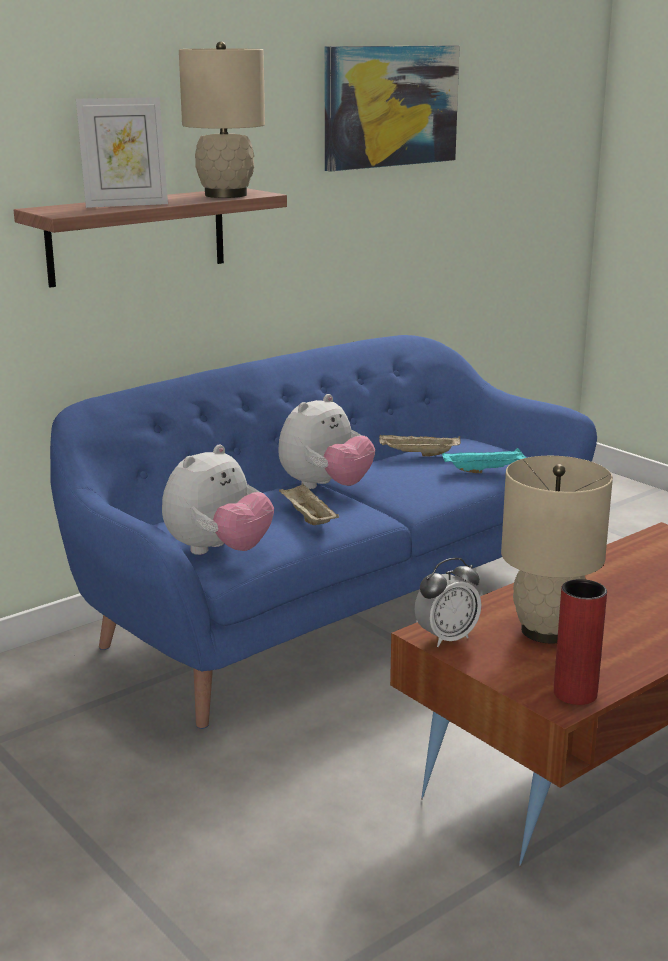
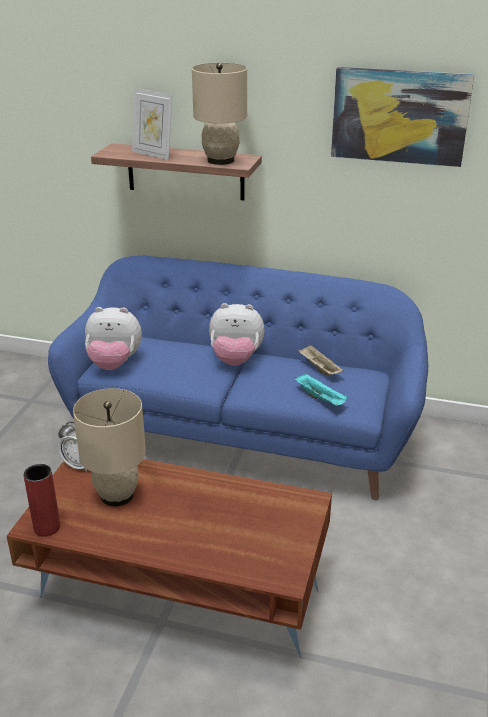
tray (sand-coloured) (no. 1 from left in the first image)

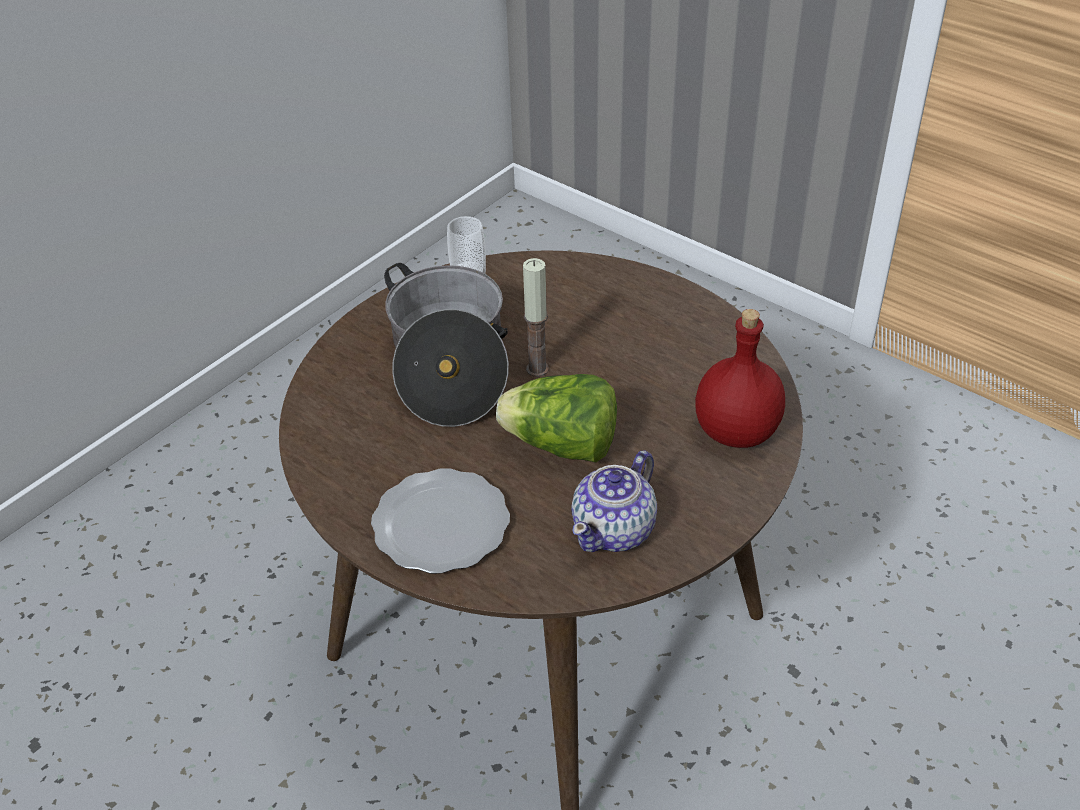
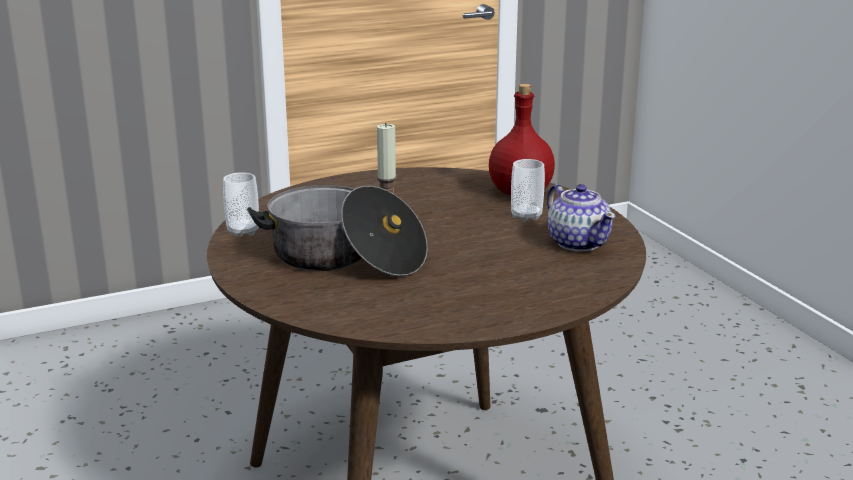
dinner plate
lettuce head
cup (no. 2 from left)

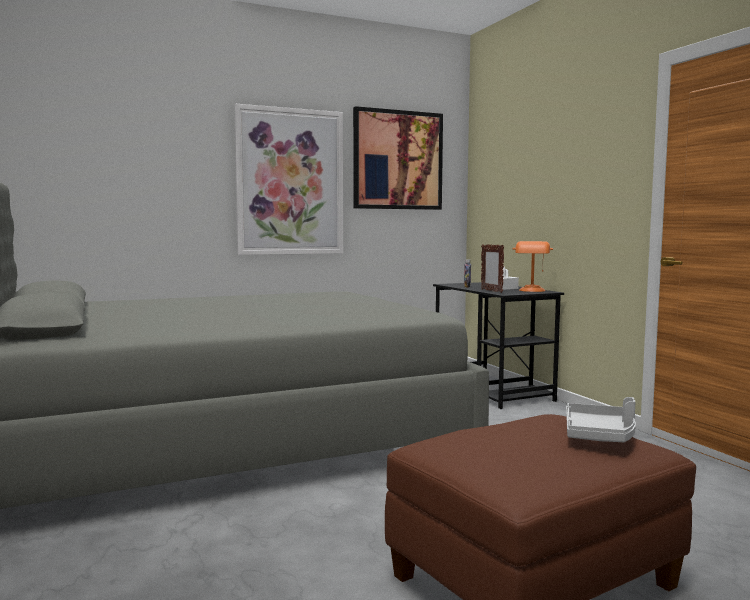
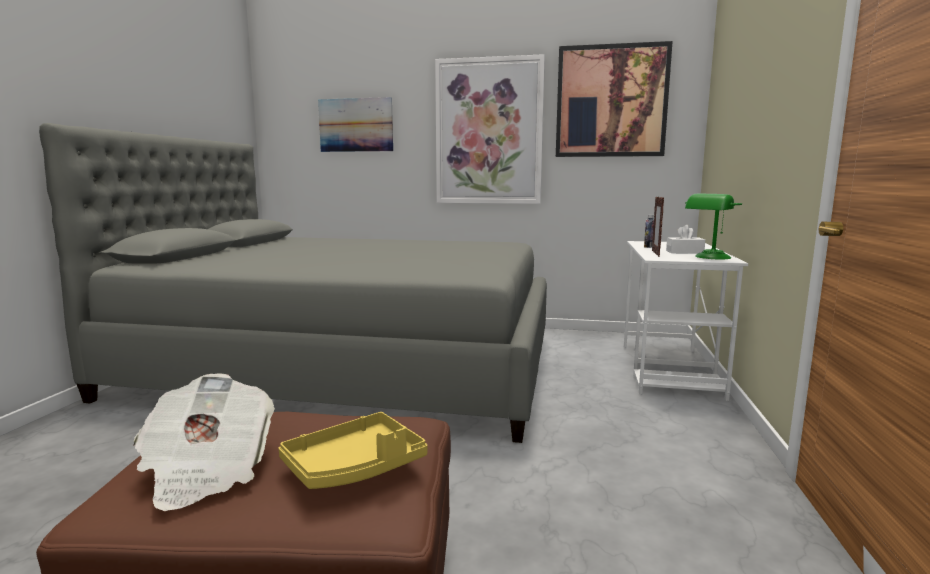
newspaper
wall art (no. 1 from left)
desk (whitish)
lamp for a table (greenish)
tray (yellowish)

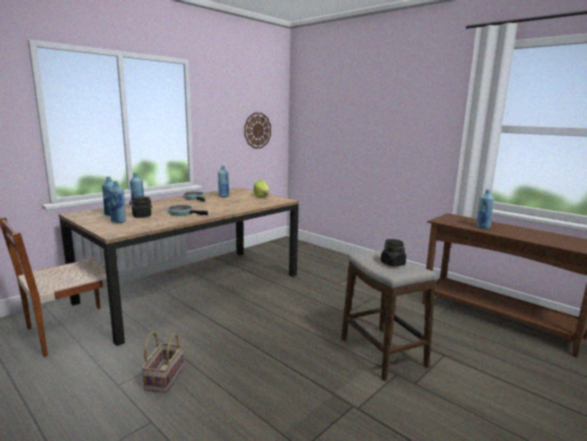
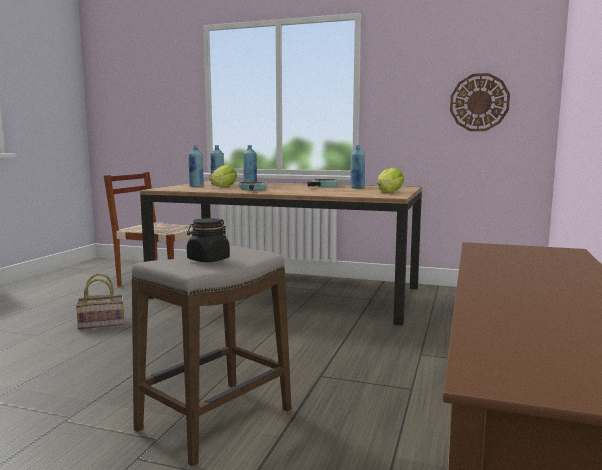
drink bottle (bluish) (no. 5 from left in the first image)
lettuce head (no. 1 from left)

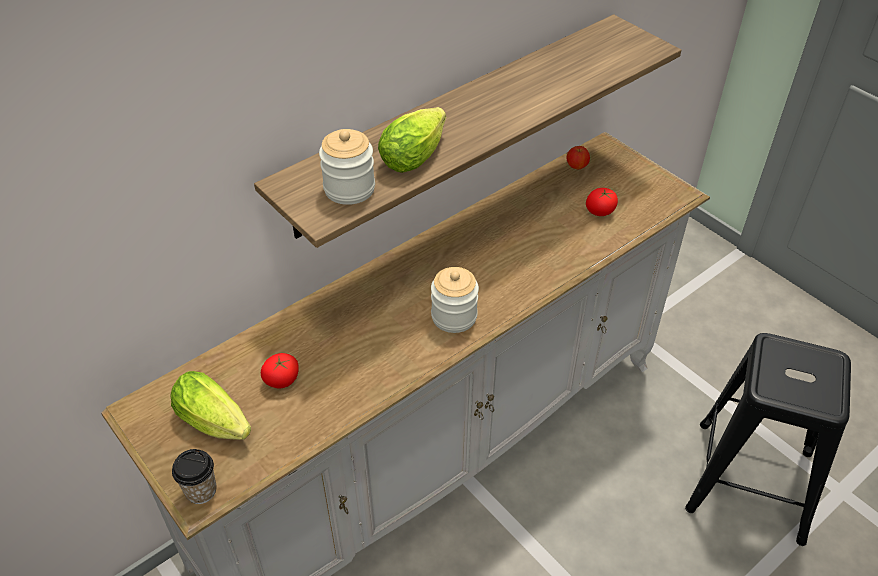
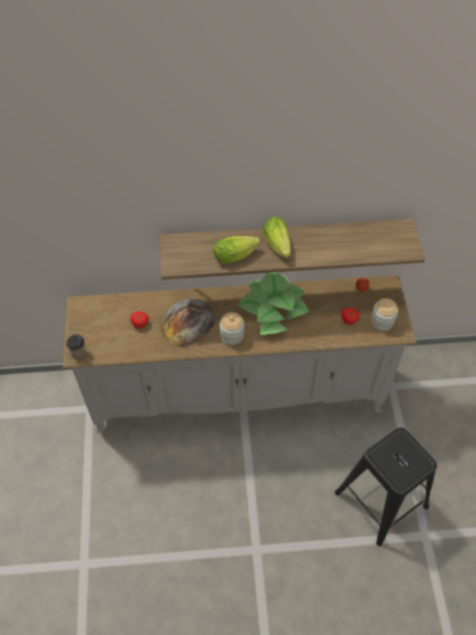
bakery bread
plant in a pot
lettuce head (no. 2 from left)
jar (no. 2 from left)

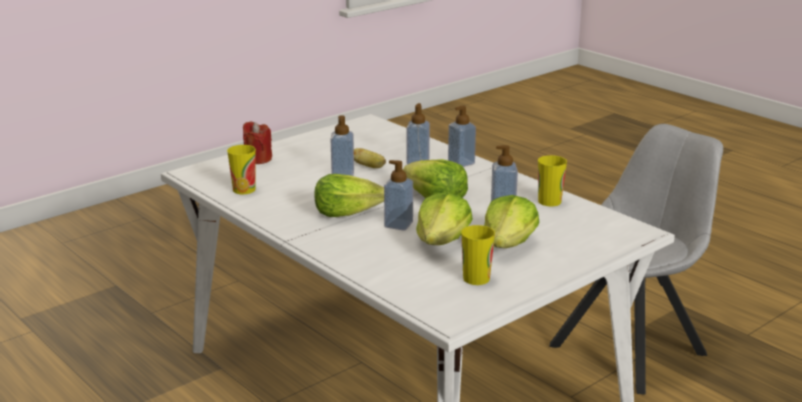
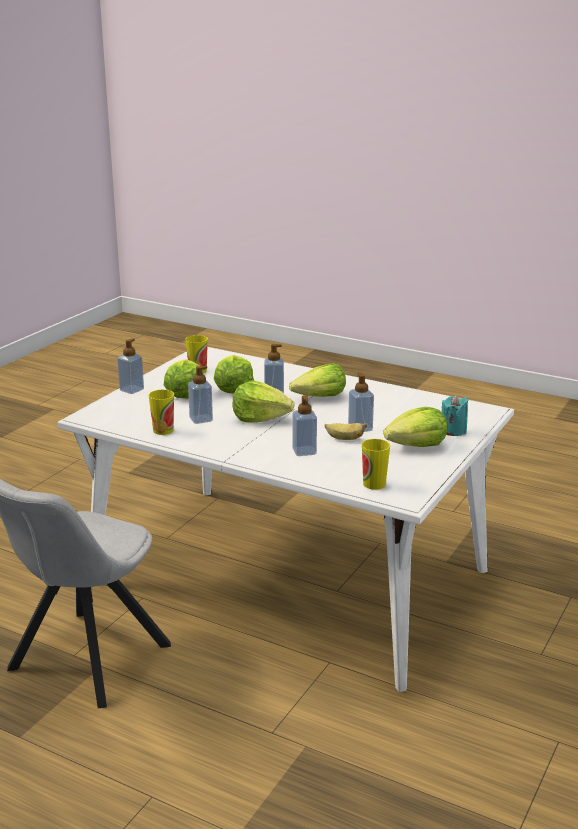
lettuce head (no. 5 from left)
cup (no. 3 from left)
soap bottle (no. 1 from left)
wax light (blue-green)

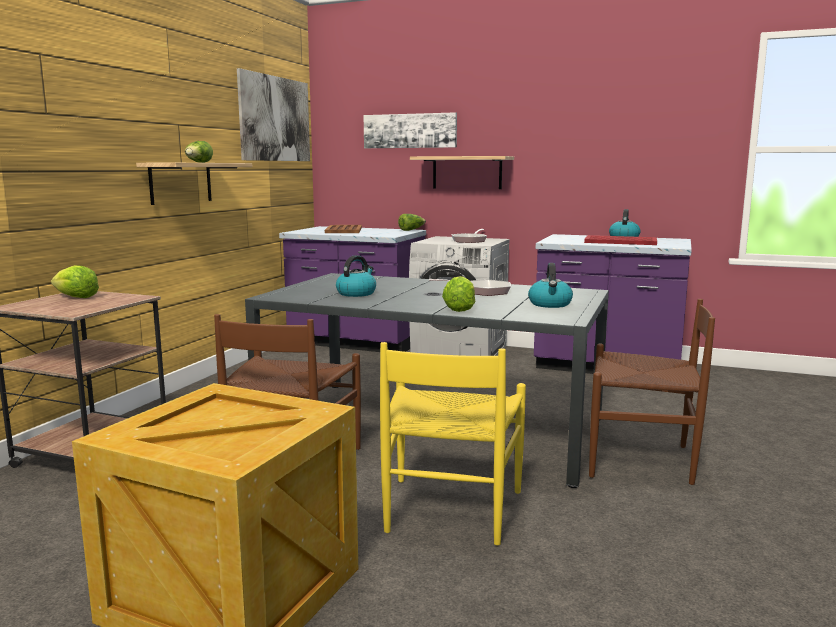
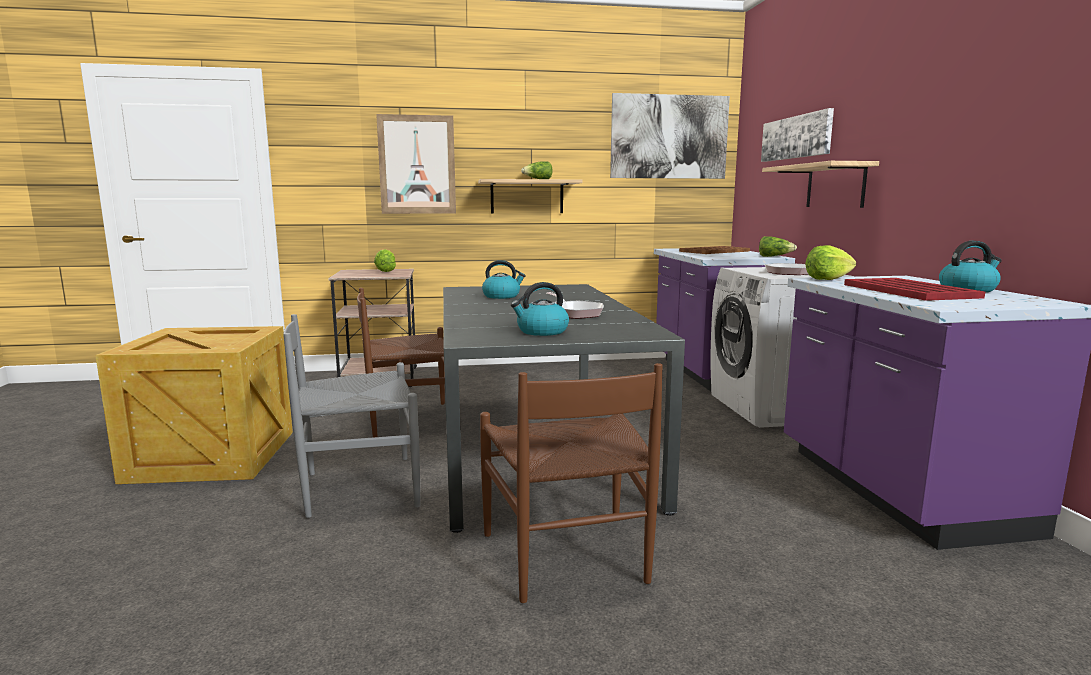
wall art (no. 1 from left)
lettuce head (no. 4 from left)
upright chair (grey)

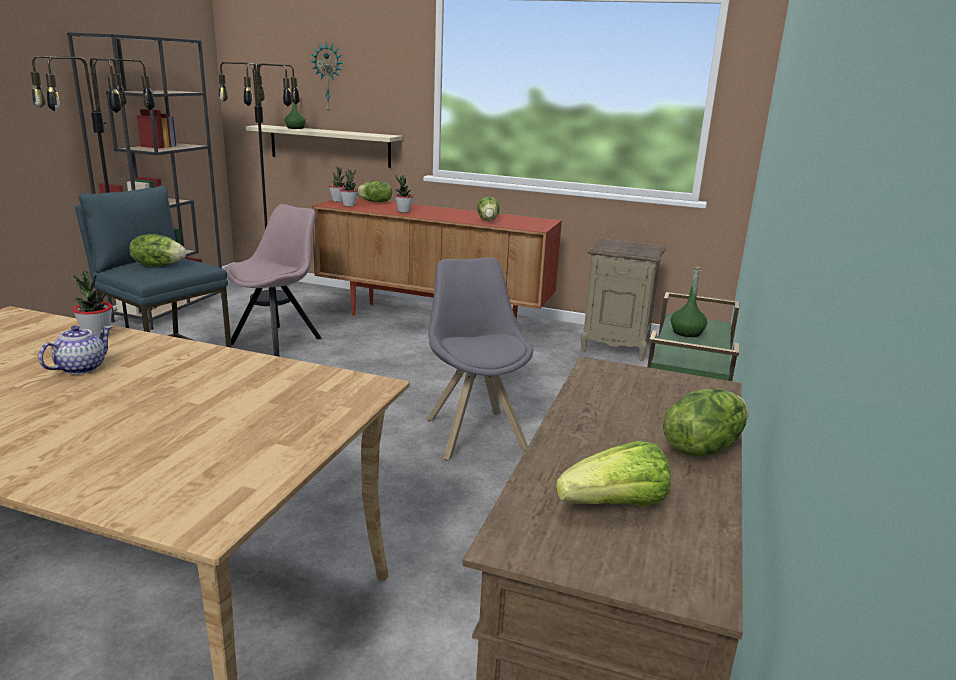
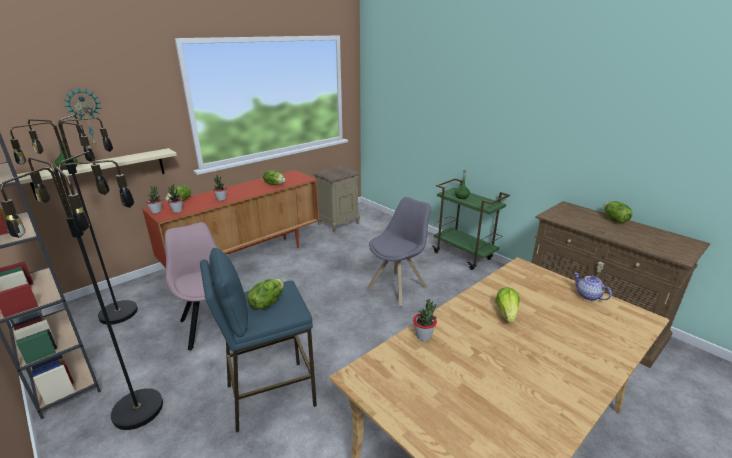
pot for tea
lettuce head (no. 4 from left)
upright chair (grey)

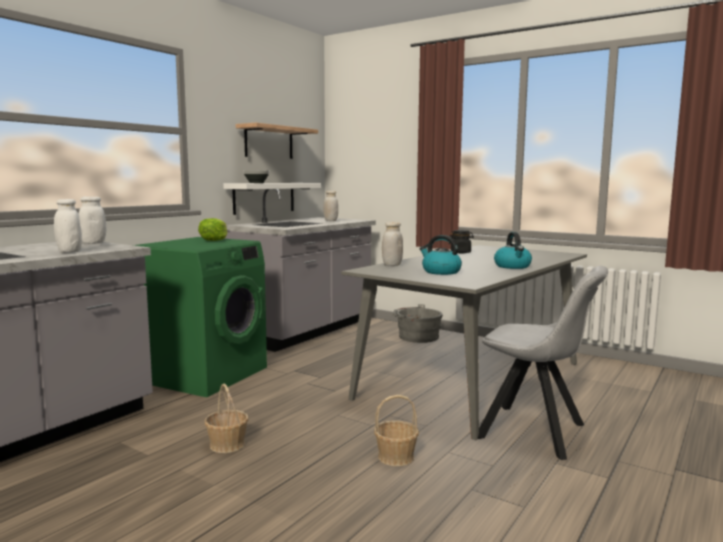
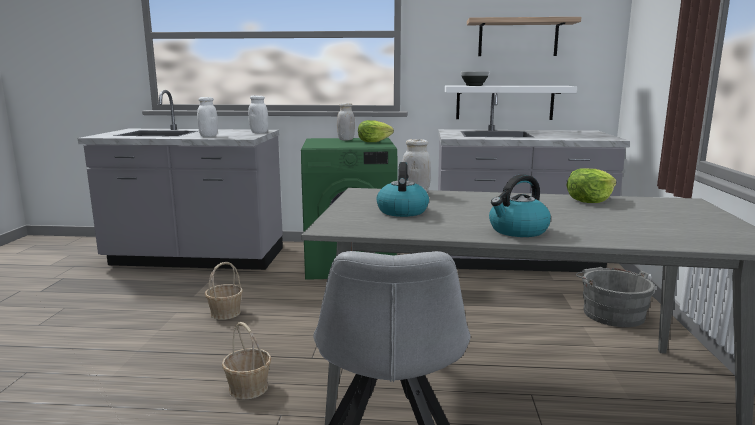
jar (whitish) (no. 3 from left)
lettuce head (no. 2 from left)

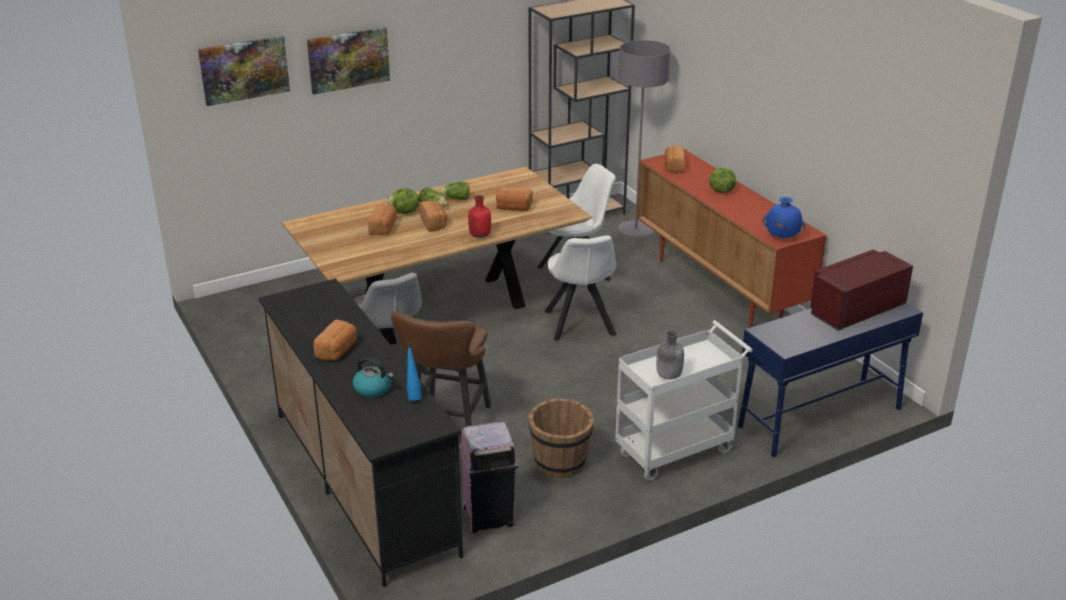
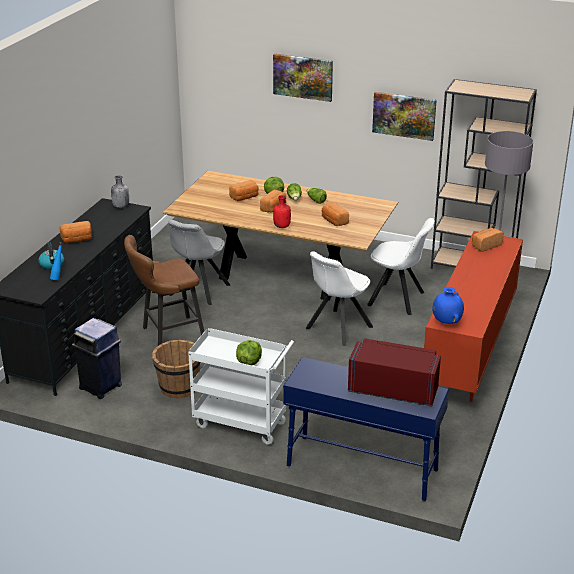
wall art (no. 2 from left)
drink bottle (grey)
lettuce head (no. 1 from left)
waste bin (bluish)

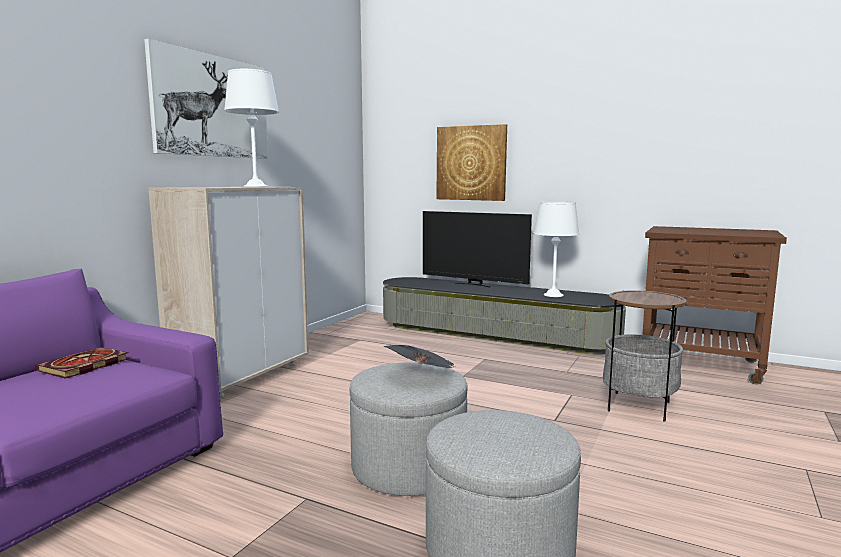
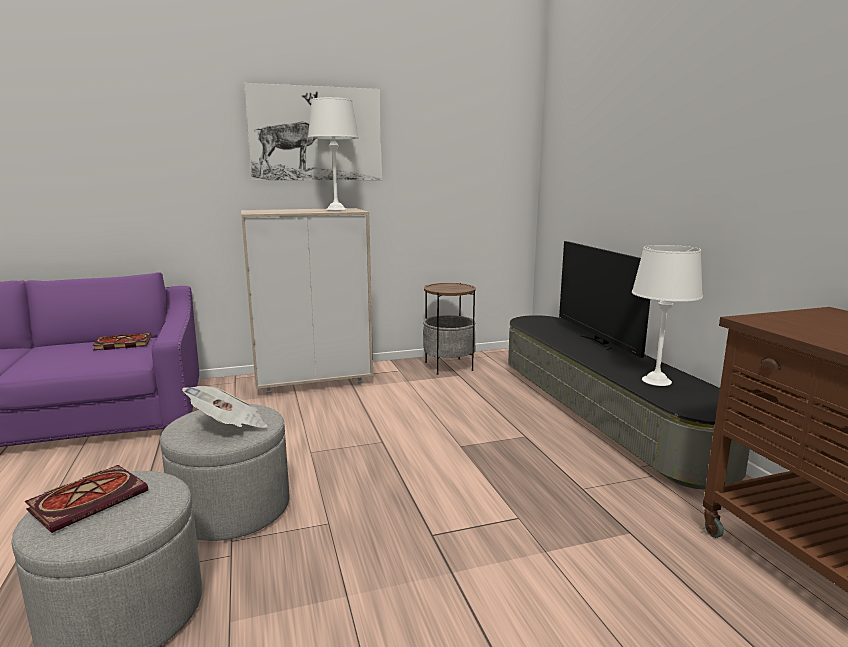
wall art (no. 2 from left in the first image)
book (no. 1 from left)
accent table

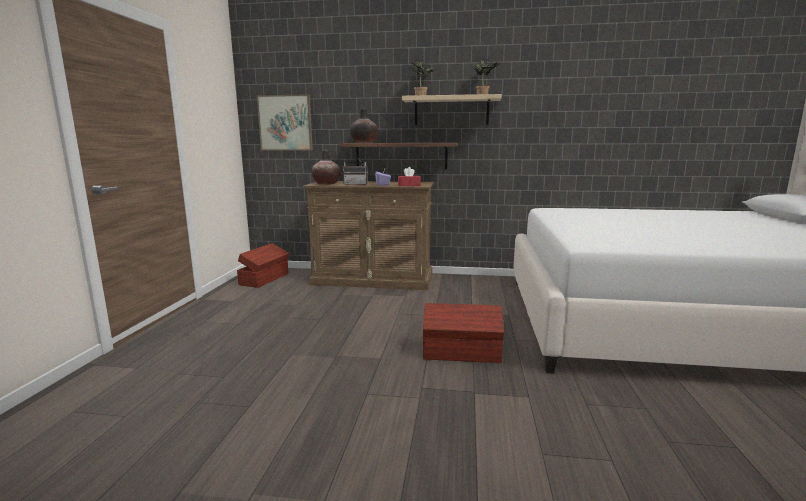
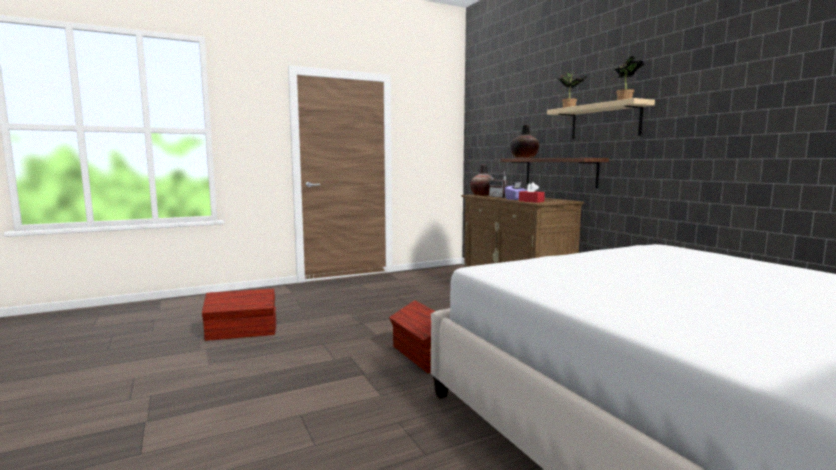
wall art
storage bin (brown) (no. 1 from left)

